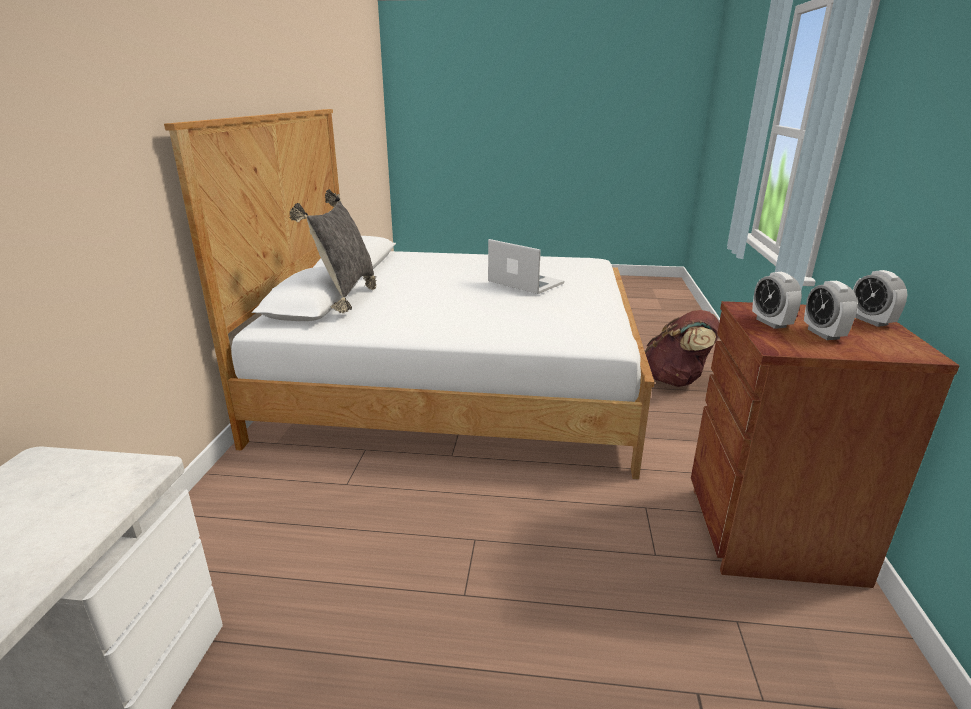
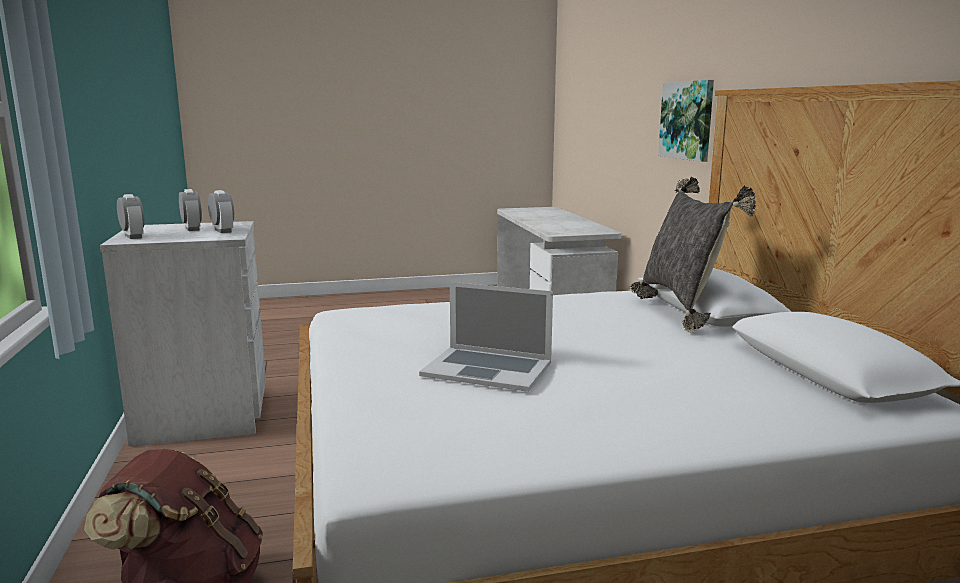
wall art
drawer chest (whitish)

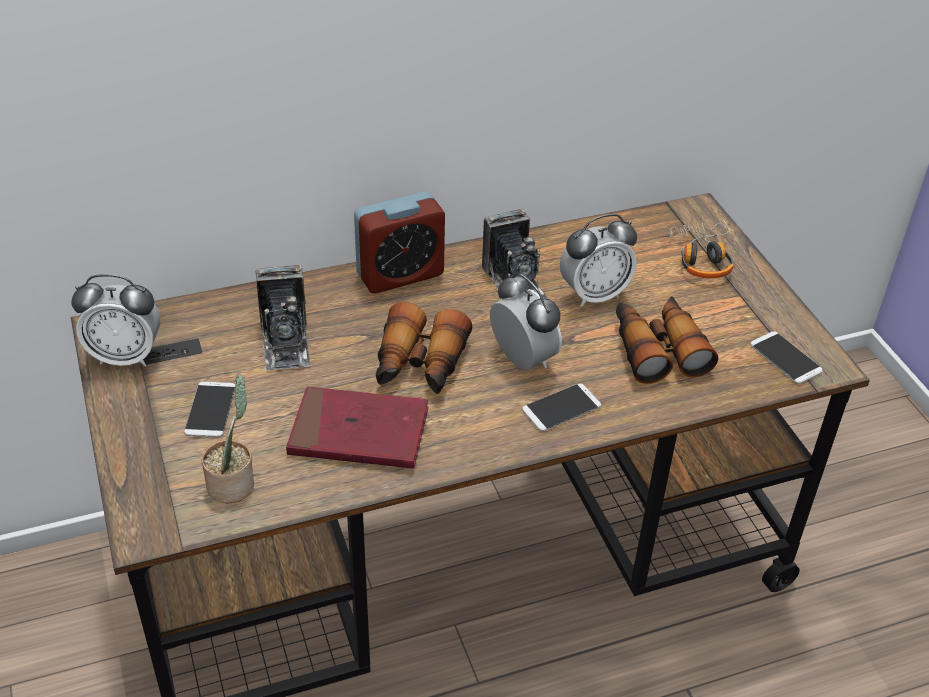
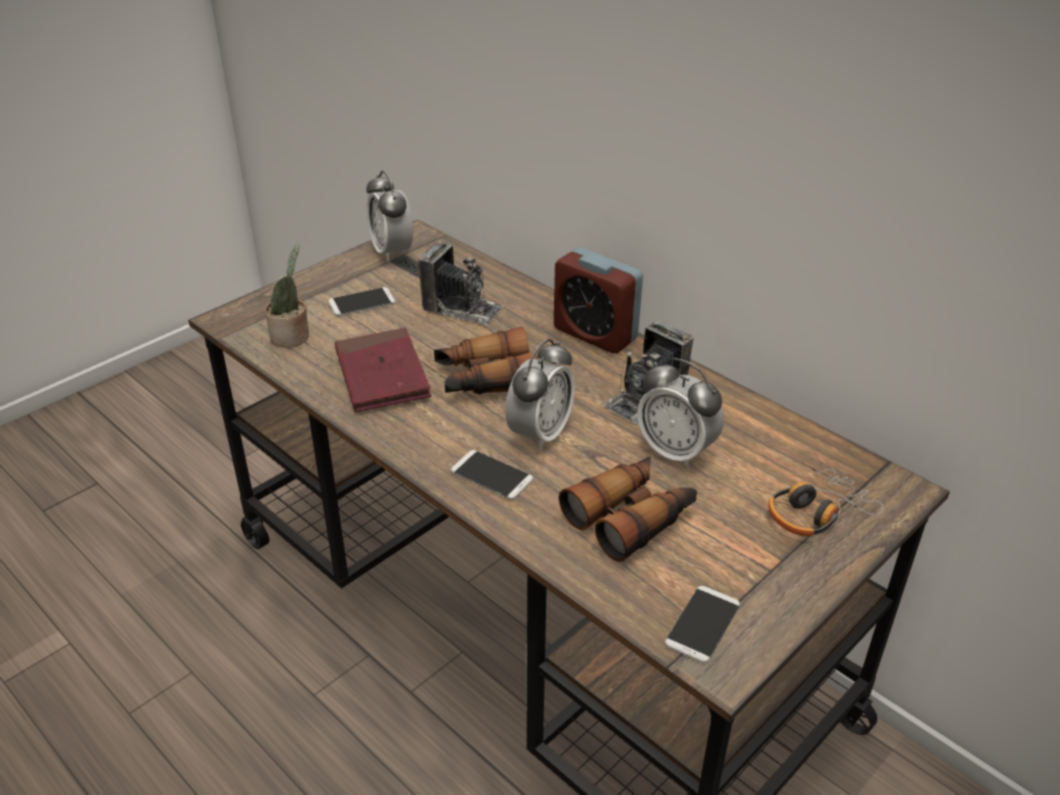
photo camera (no. 1 from left)

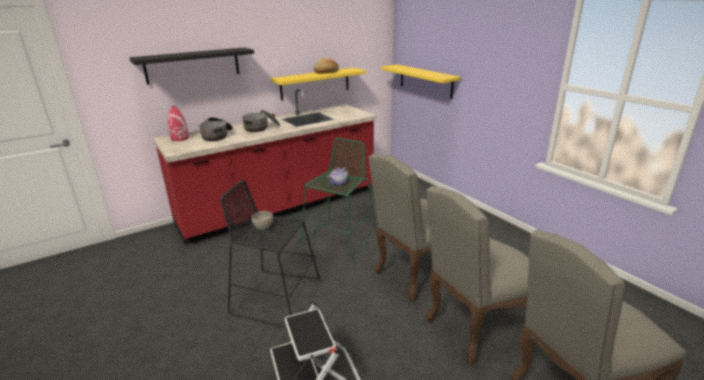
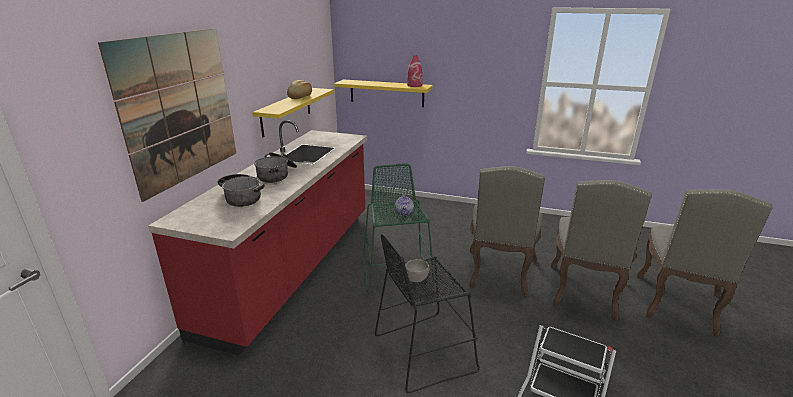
vase (red-coloured)
wall art

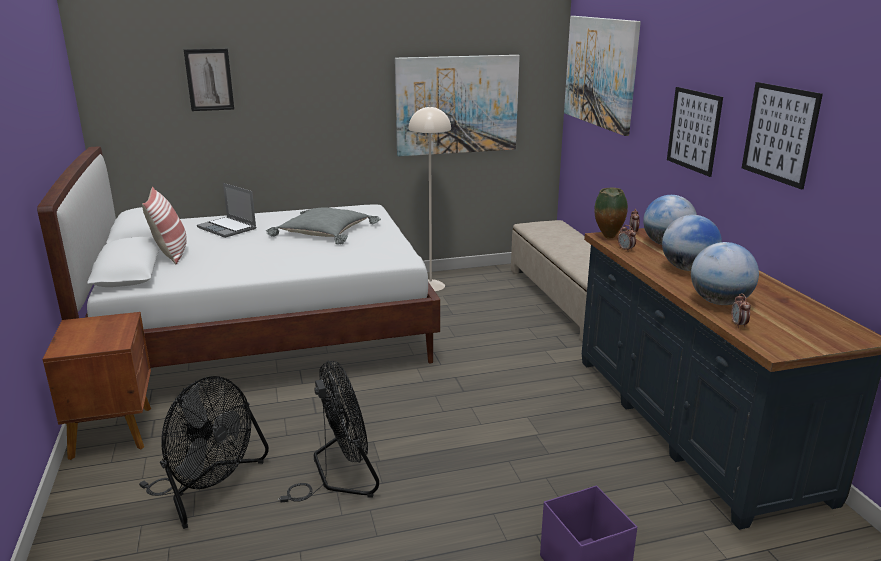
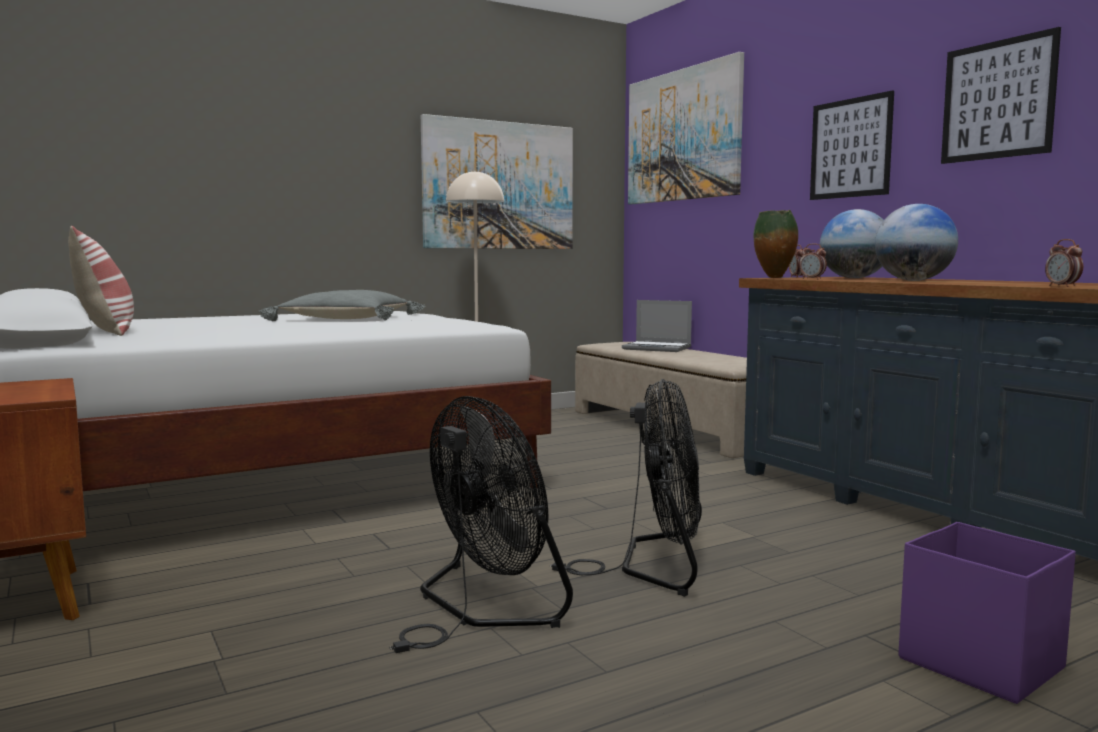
wall art (no. 1 from left in the first image)
world globe (no. 3 from left in the first image)
electric fan (black-coloured) (no. 2 from left)
laptop

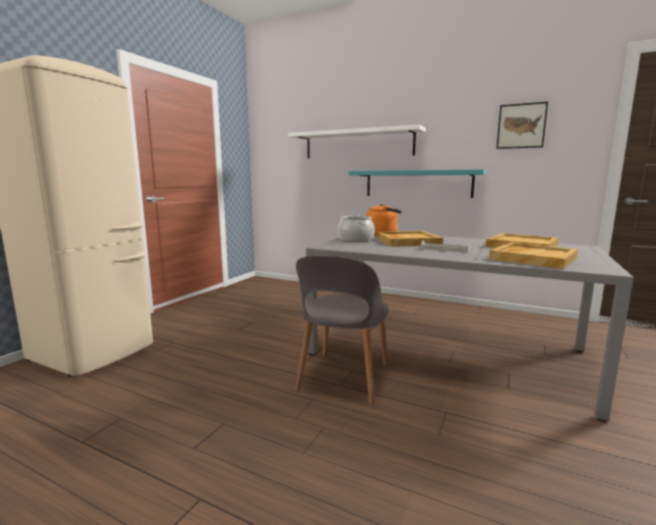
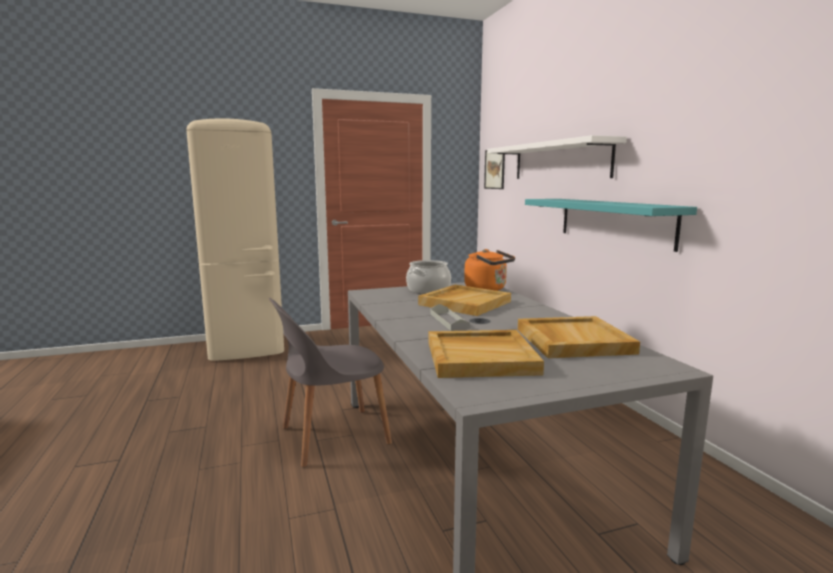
wall art

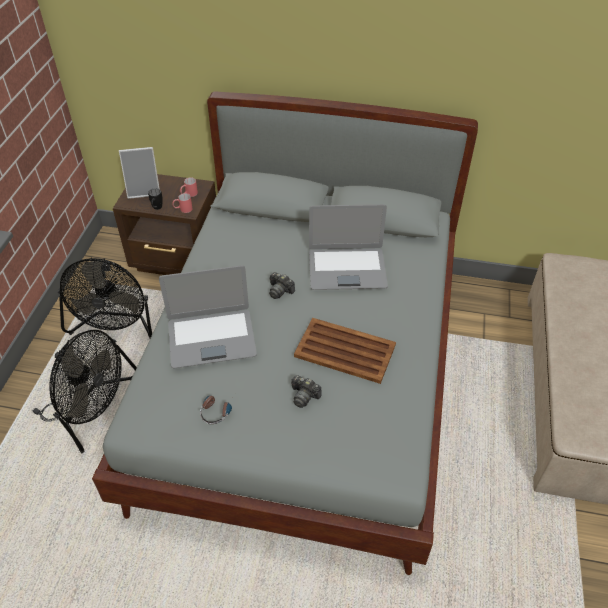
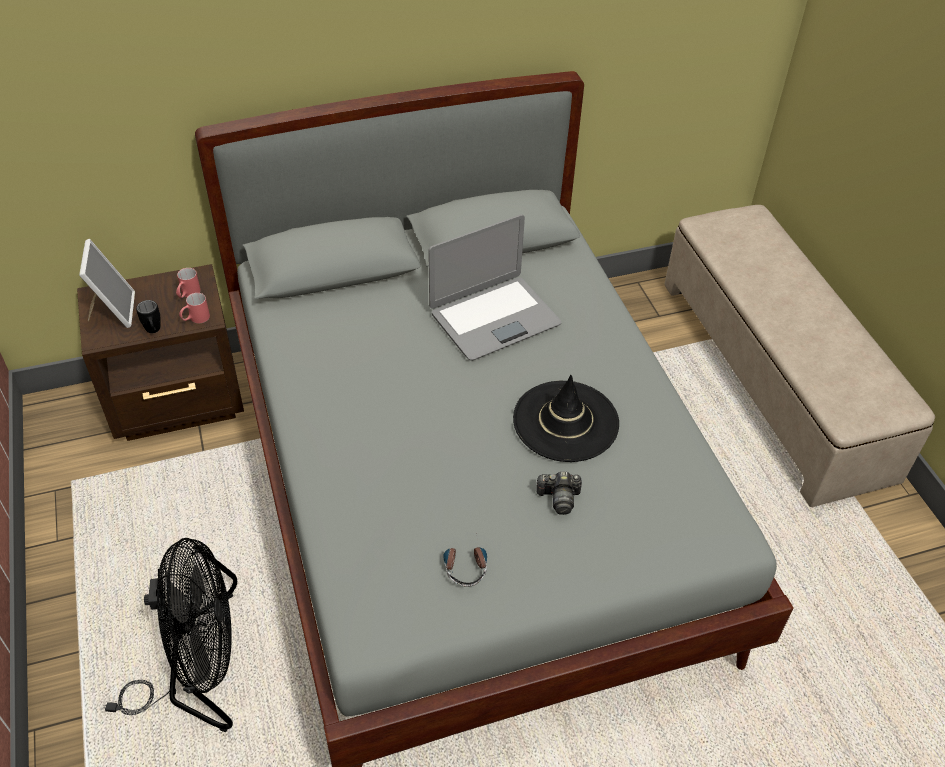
electric fan (black-coloured) (no. 2 from left in the first image)
laptop (no. 1 from left in the first image)
photo camera (no. 1 from left in the first image)
wearable hat (black-coloured)
picture frame

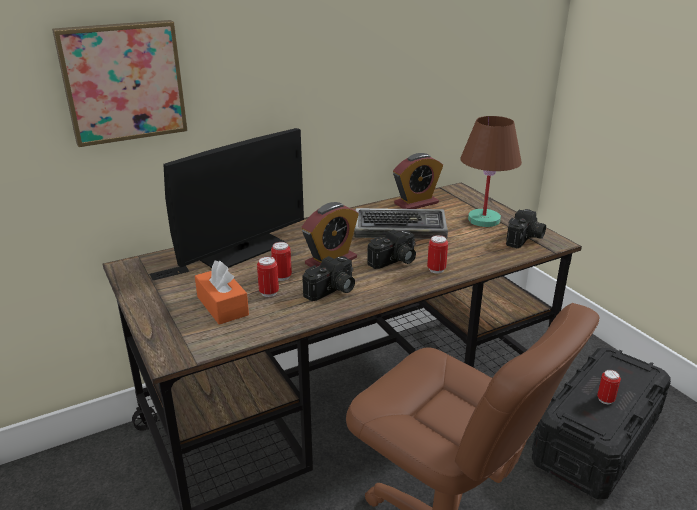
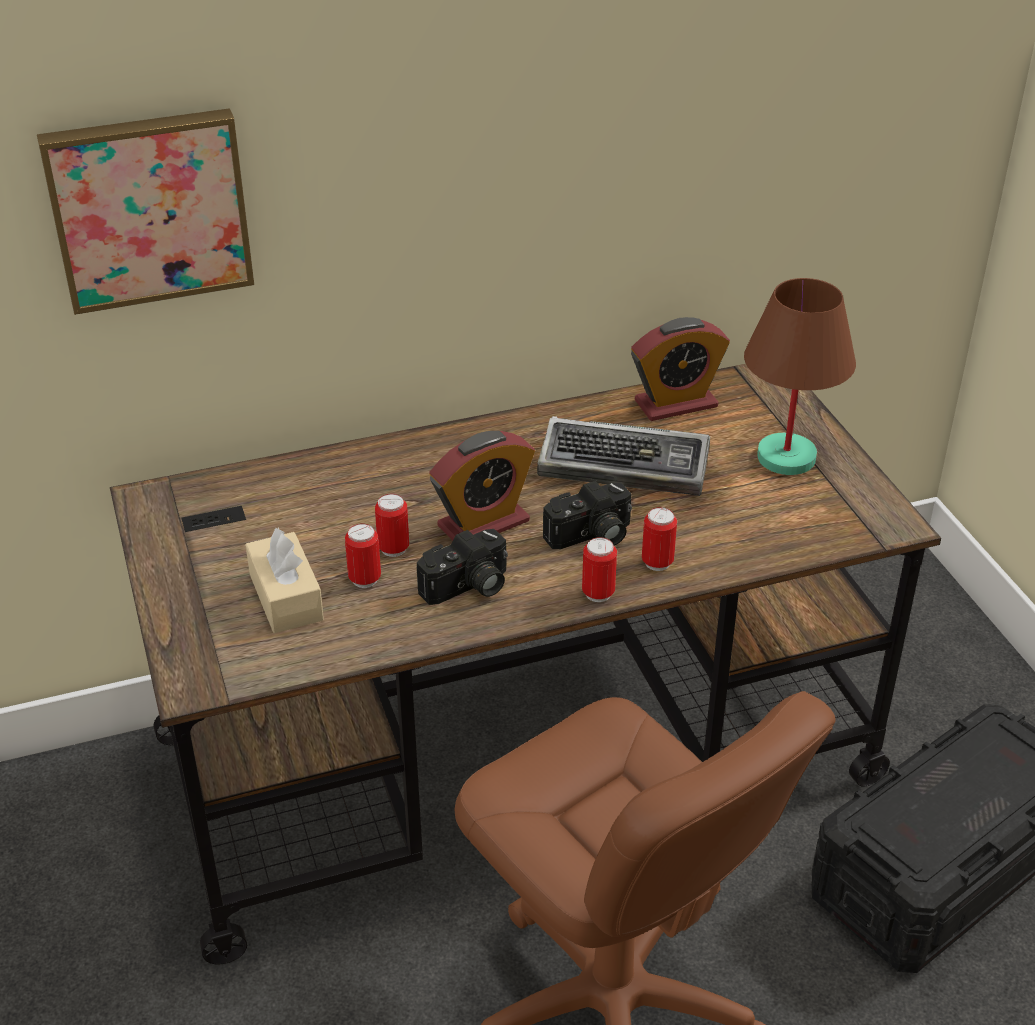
monitor
photo camera (no. 3 from left in the first image)
sealed can (no. 3 from left)
tissue box (sand-coloured)

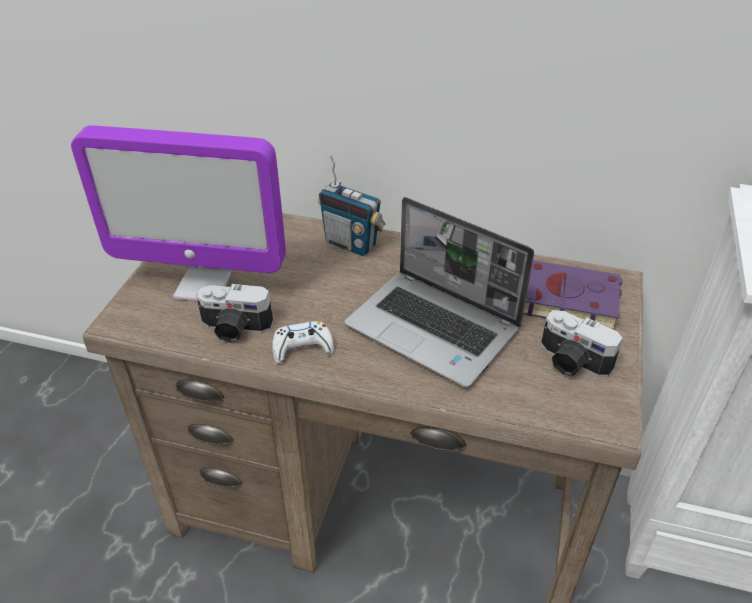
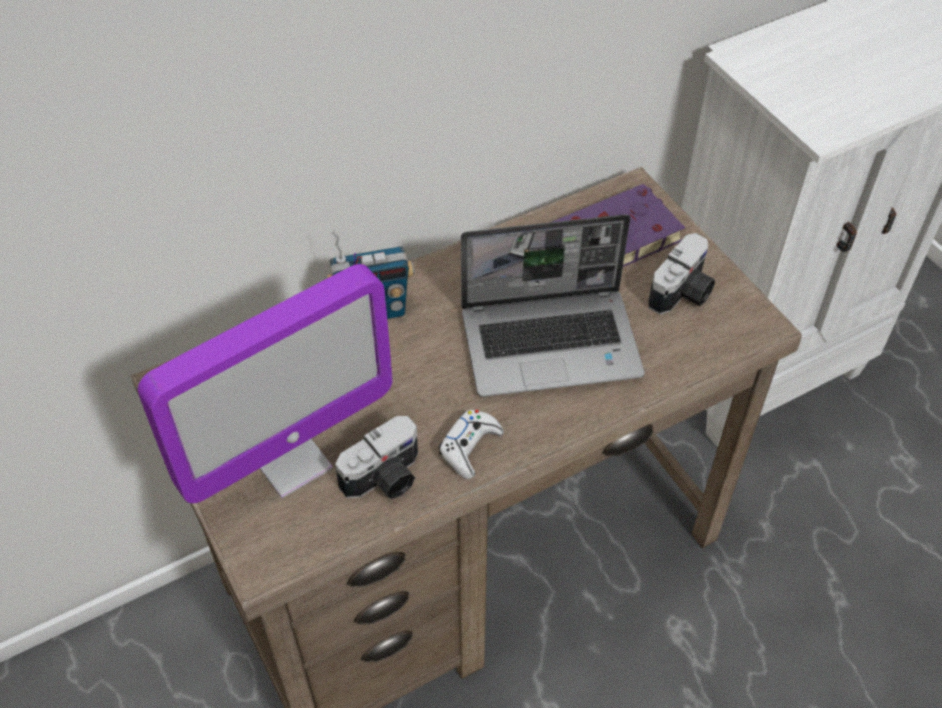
photo camera (no. 2 from left)

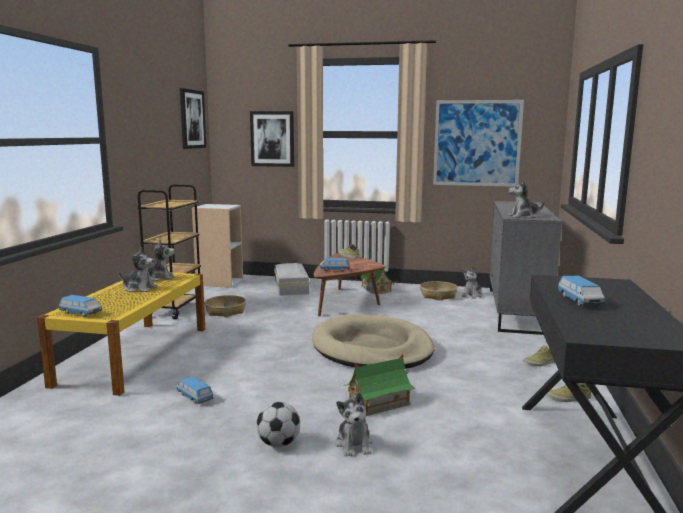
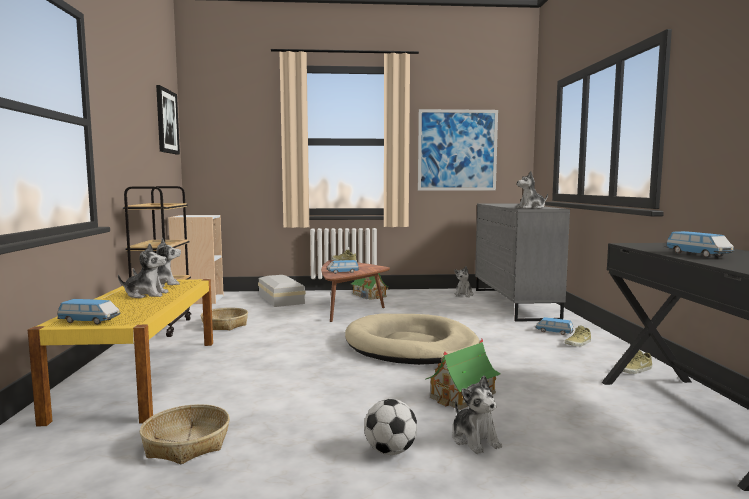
wall art (no. 2 from left in the first image)
miniature car (no. 3 from left)
basket (no. 1 from left)

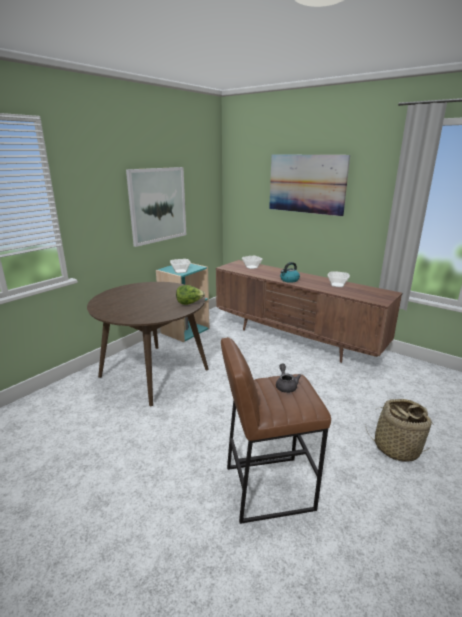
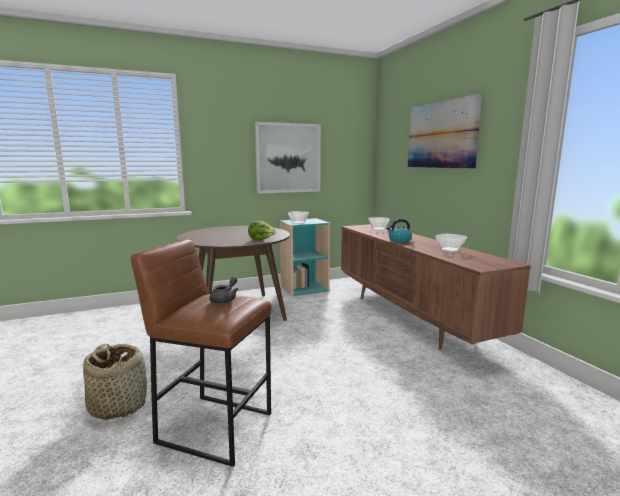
basket

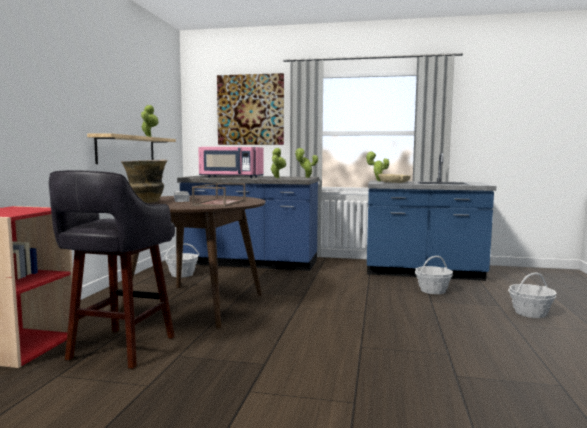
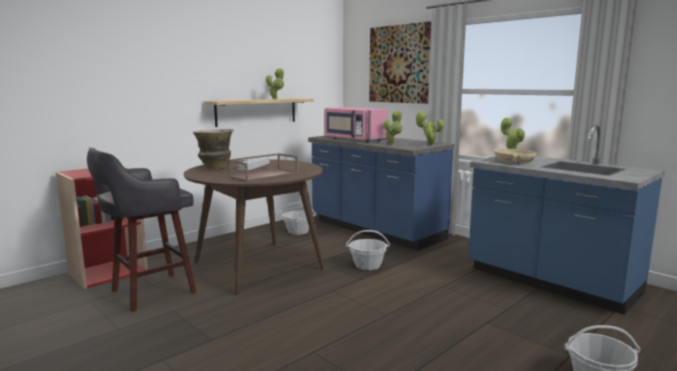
basket (no. 2 from left)

